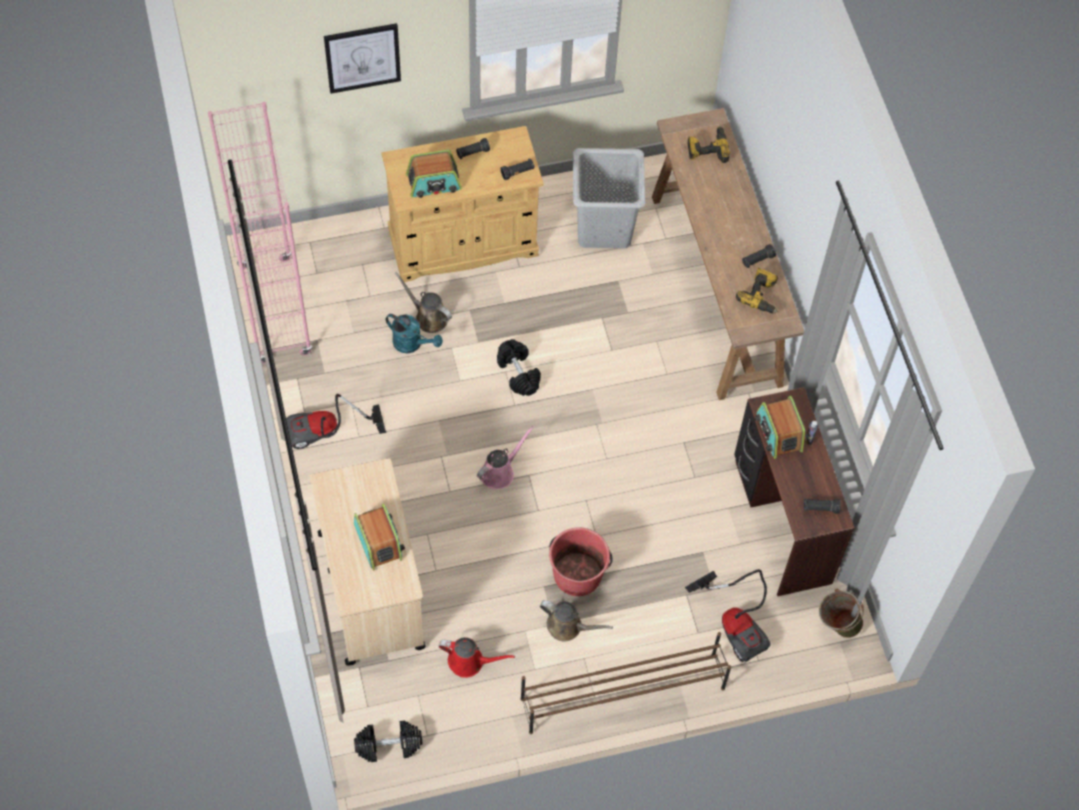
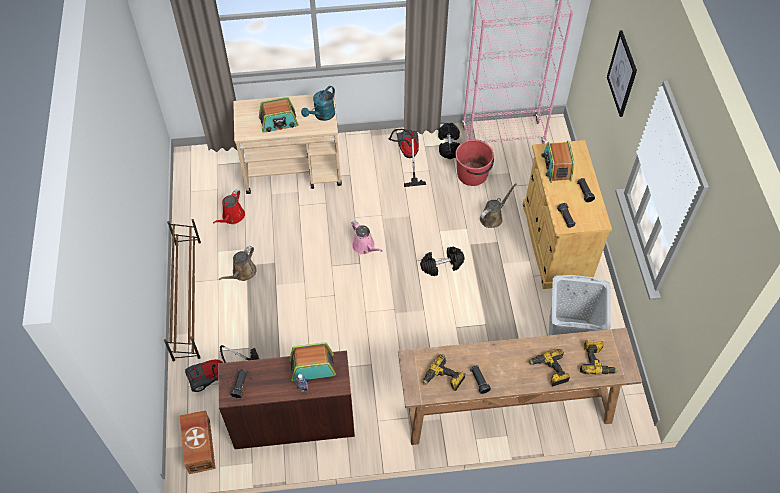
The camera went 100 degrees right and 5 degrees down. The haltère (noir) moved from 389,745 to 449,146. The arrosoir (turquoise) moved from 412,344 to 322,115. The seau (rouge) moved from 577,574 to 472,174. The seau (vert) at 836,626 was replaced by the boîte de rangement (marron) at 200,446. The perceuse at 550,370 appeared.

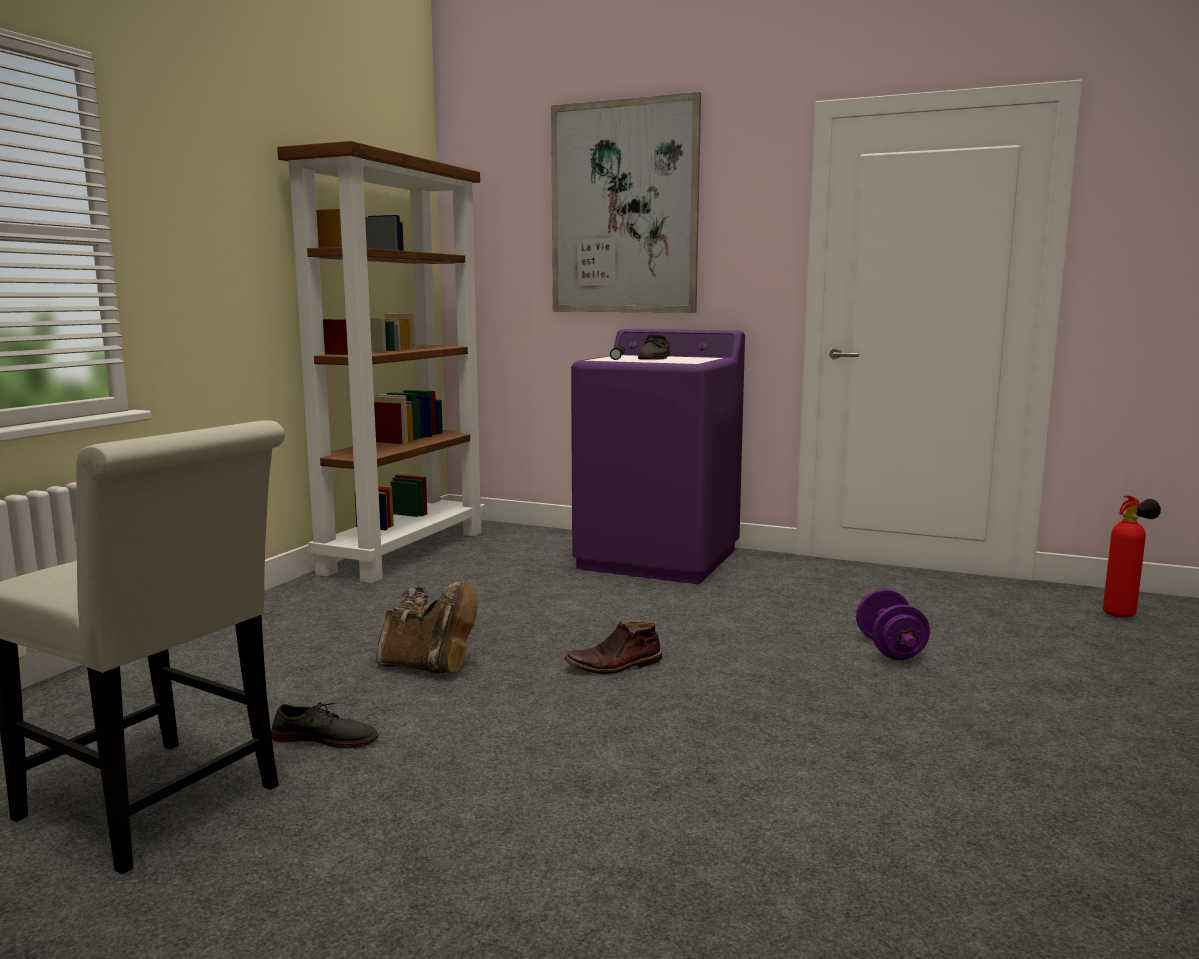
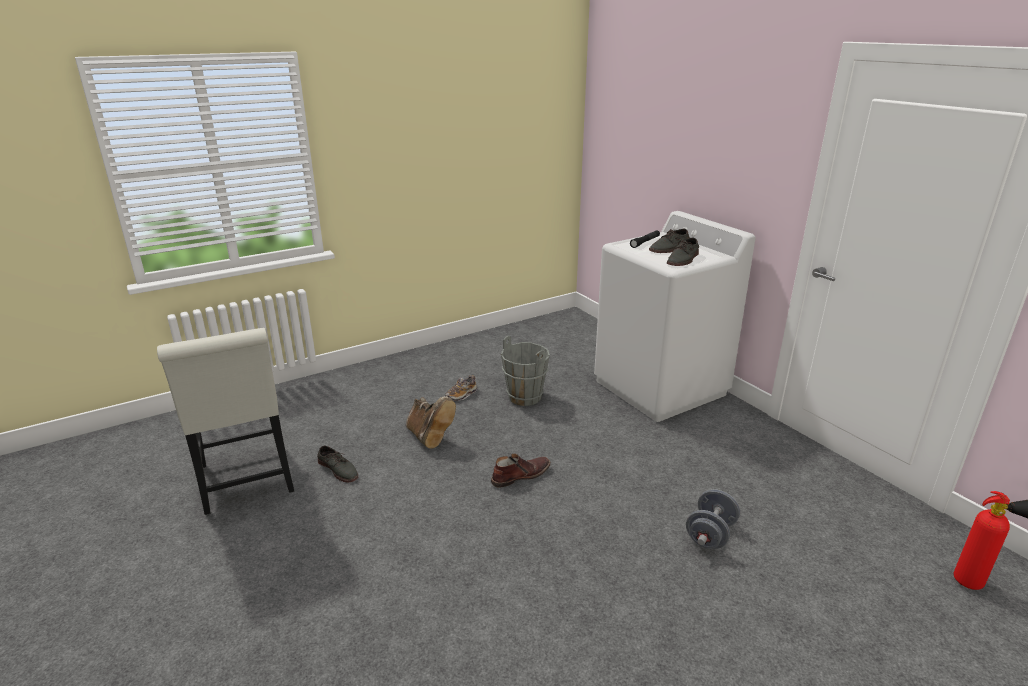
The camera went 35 degrees right and 15 degrees up. The bibliothèque (marron) at 404,551 disappeared. The tableau at 624,208 disappeared. The botte (marron) at 614,666 turned 135 degrees clockwise. The lave-linge (violet) at 659,558 became the lave-linge (blanc) at 660,388. The haltère (violet) at 890,649 became the haltère (gris) at 710,534. The seau (gris) at 525,397 appeared. The chaussure (gris) at 683,259 appeared.

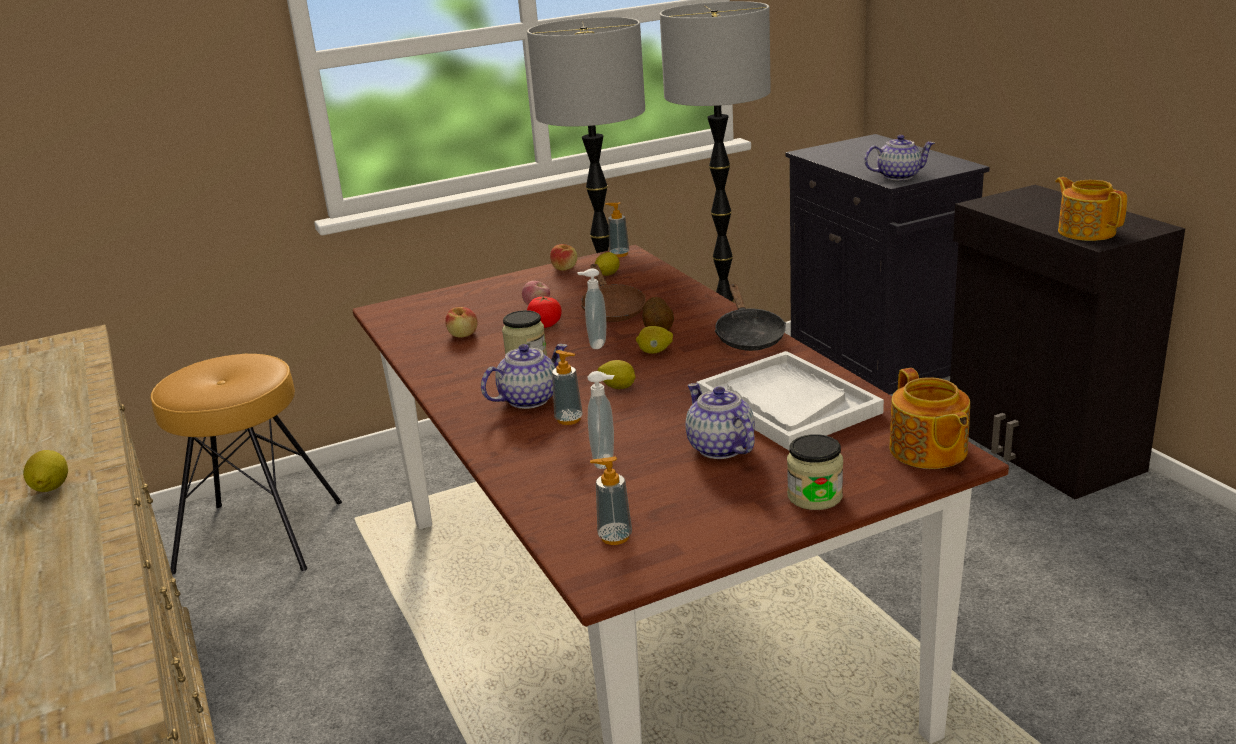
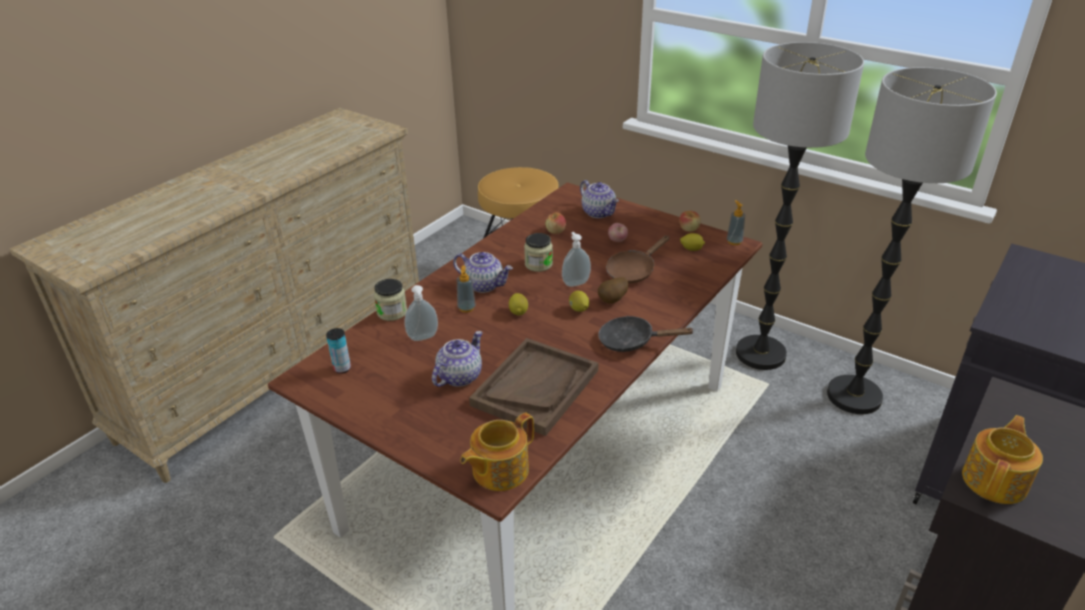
The camera went 60 degrees right and 10 degrees up. The citron at 51,489 disappeared. The tomate at 545,324 disappeared. The distributeur de savon at 615,537 was replaced by the boîte métallique at 342,368. The plateau (blanc) at 786,403 became the plateau (marron) at 535,387. The poêle (noir) at 748,336 turned 45 degrees clockwise. The bocal moved from 814,496 to 392,312. The théière moved from 898,176 to 599,212.

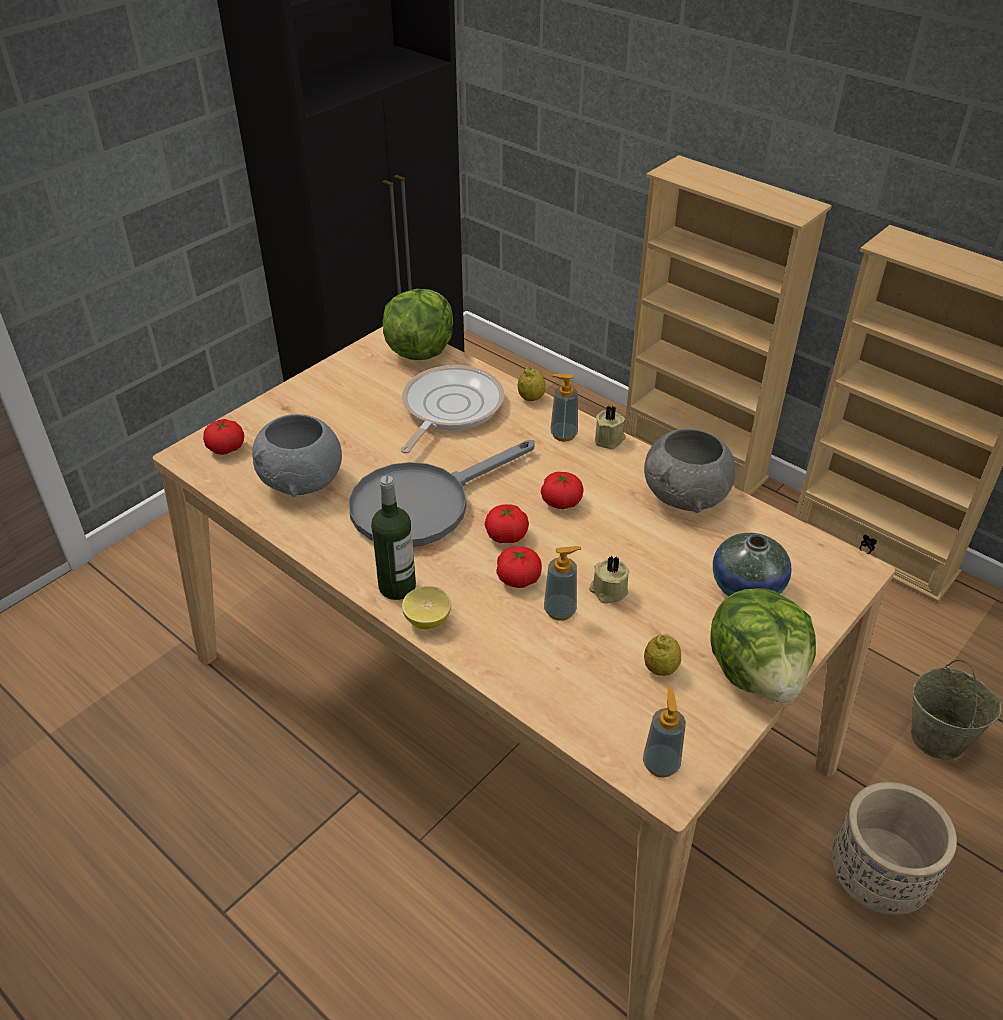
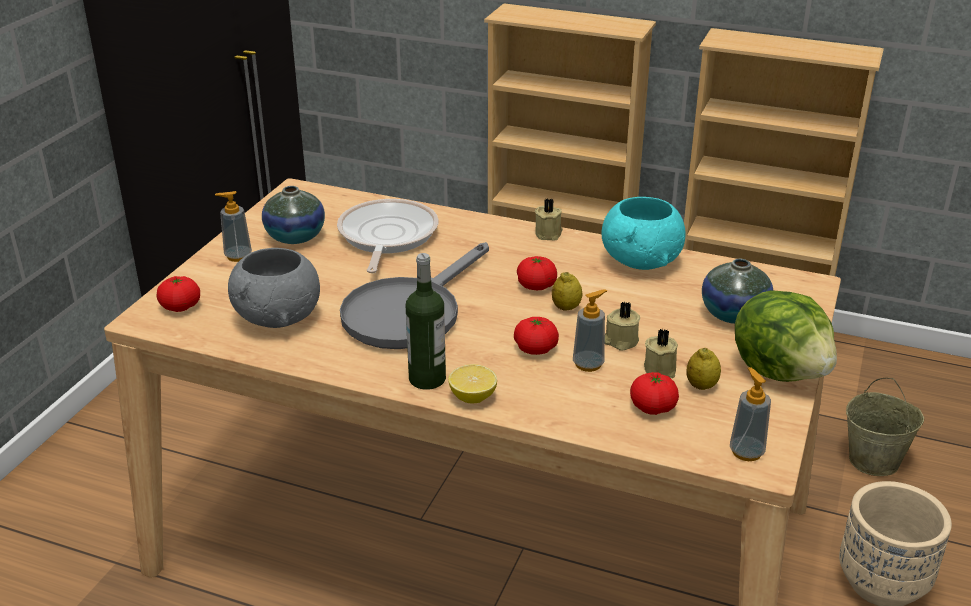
The camera went 20 degrees left and 10 degrees down. The laitue at 420,350 disappeared. The tomate moved from 506,535 to 653,407. The citron moved from 531,398 to 566,308. The distributeur de savon moved from 563,434 to 238,256. The bol (gris) at 685,496 became the bol (turquoise) at 641,261. The vase at 295,237 appeared. The bougie (beige) at 661,369 appeared.

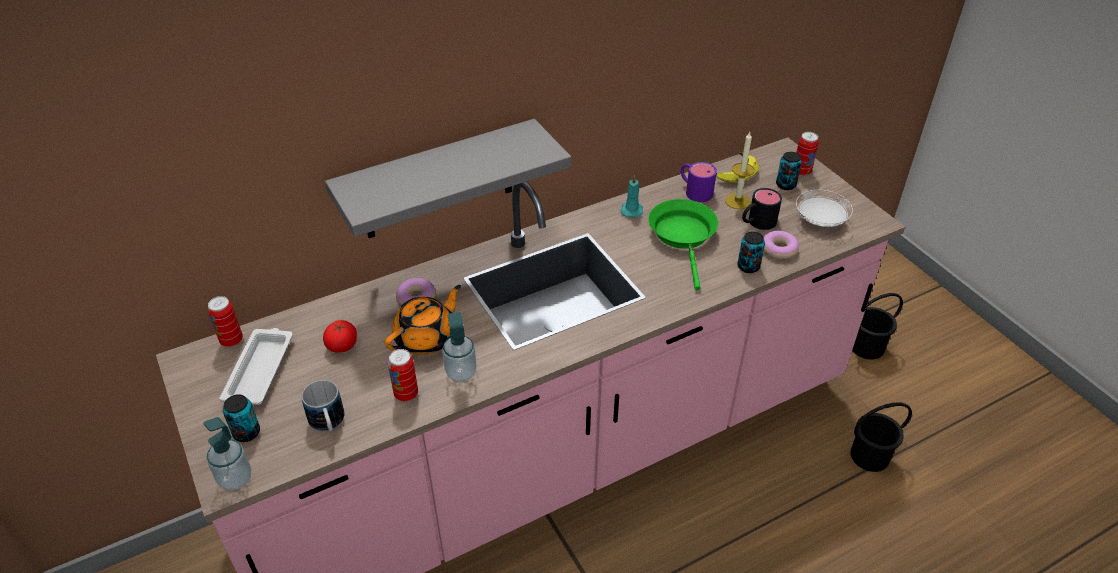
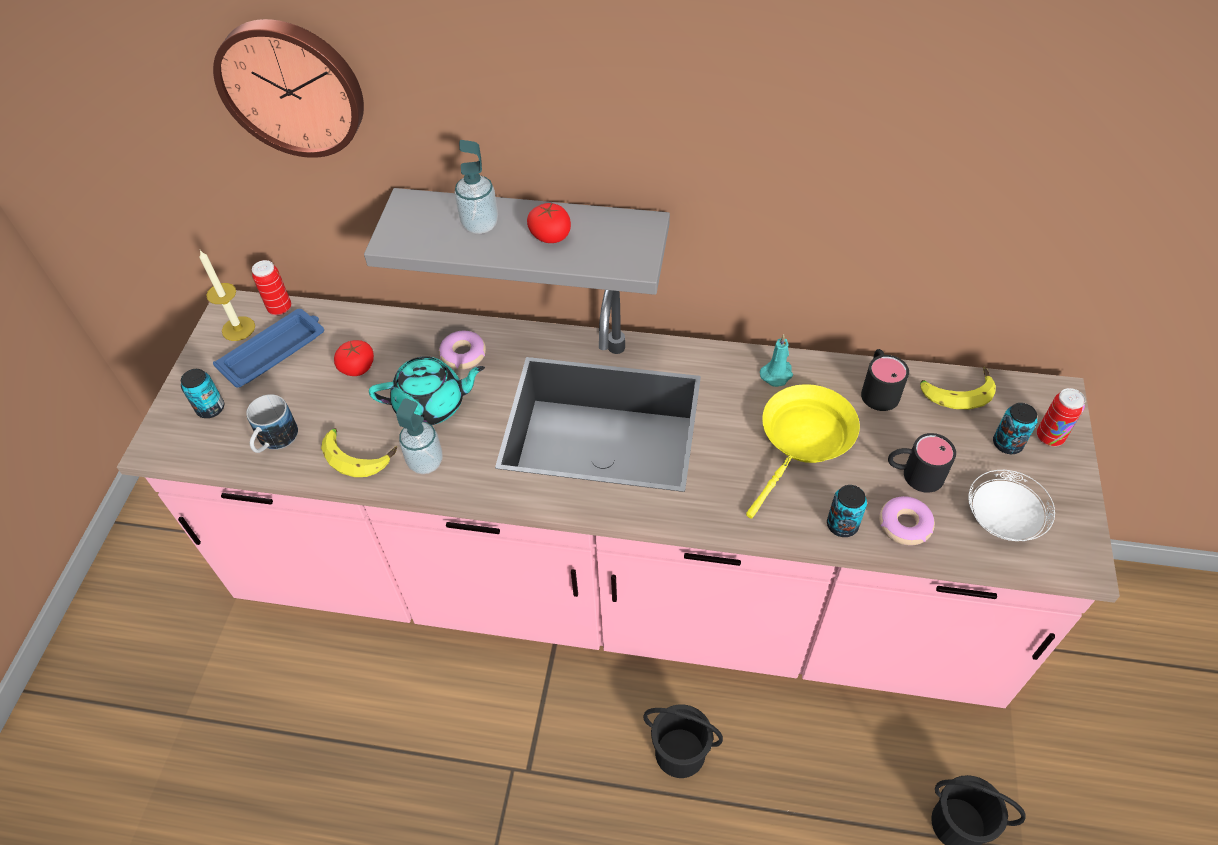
The camera went 40 degrees right and 10 degrees up. The distributeur de savon moved from 235,479 to 480,224. The plateau (blanc) at 260,369 became the plateau (bleu) at 274,351. The théière (orange) at 426,338 became the théière (turquoise) at 431,404. The boîte métallique at 406,394 was replaced by the banane at 360,454. The poêle (vert) at 683,236 became the poêle (jaune) at 804,441. The mug (violet) at 694,190 became the mug (noir) at 878,388. The bougie moved from 737,201 to 238,328. The seau (noir) moved from 866,346 to 680,751. The horloge murale at 292,86 appeared. The tomate at 550,235 appeared.

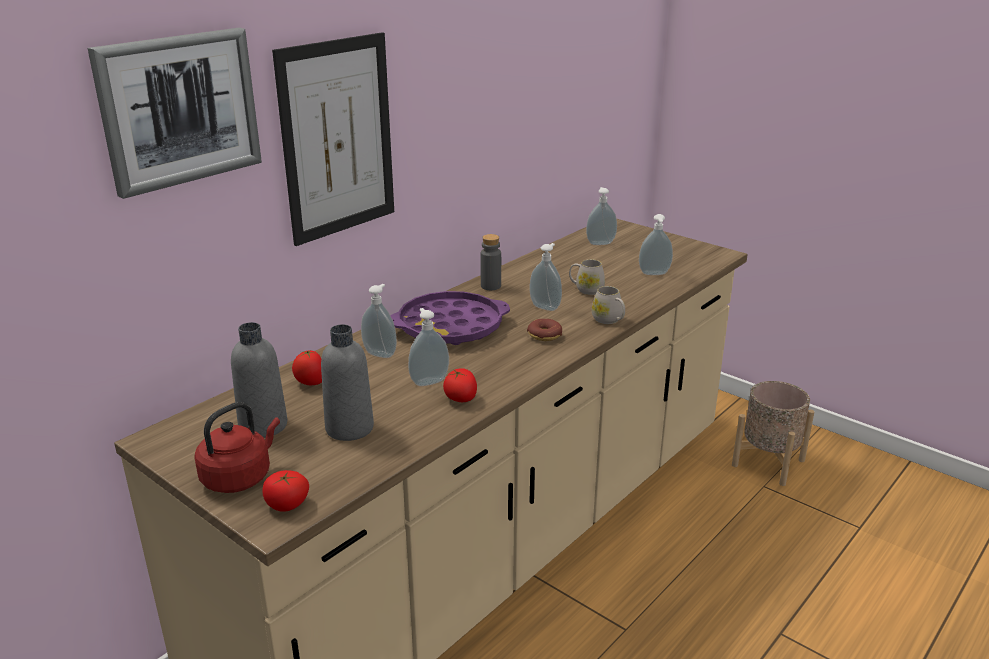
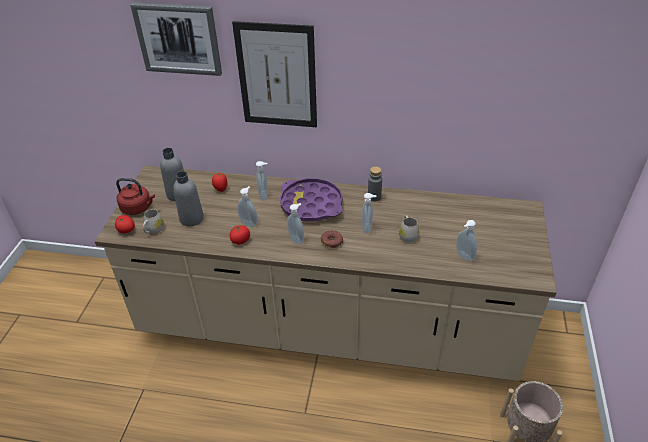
The camera went 60 degrees right and 15 degrees up. The distributeur de savon moved from 600,243 to 297,239. The mug (blanc) moved from 609,320 to 153,230.

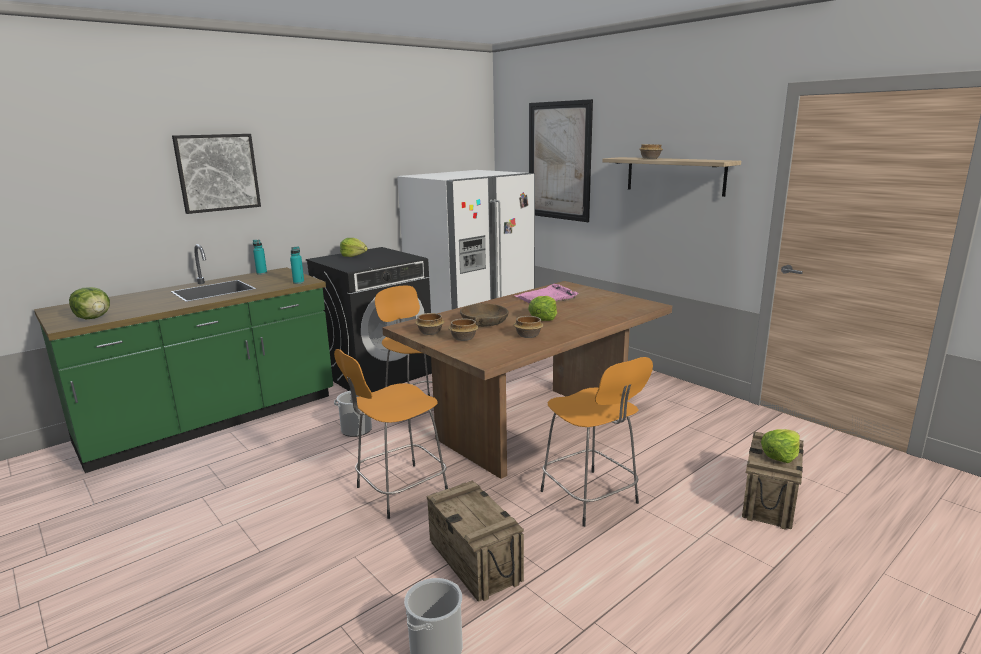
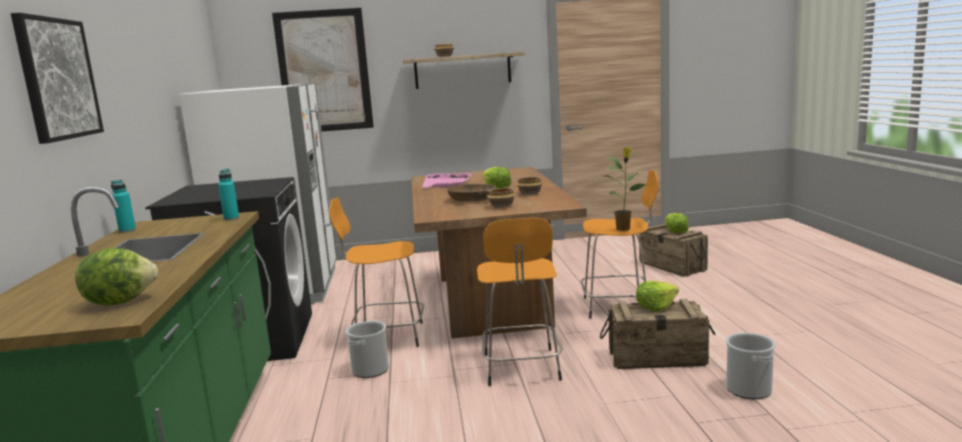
The camera went 55 degrees left and 5 degrees down. The laitue moved from 354,256 to 656,307. The bol at 430,332 disappeared. The plante en pot at 624,229 appeared.

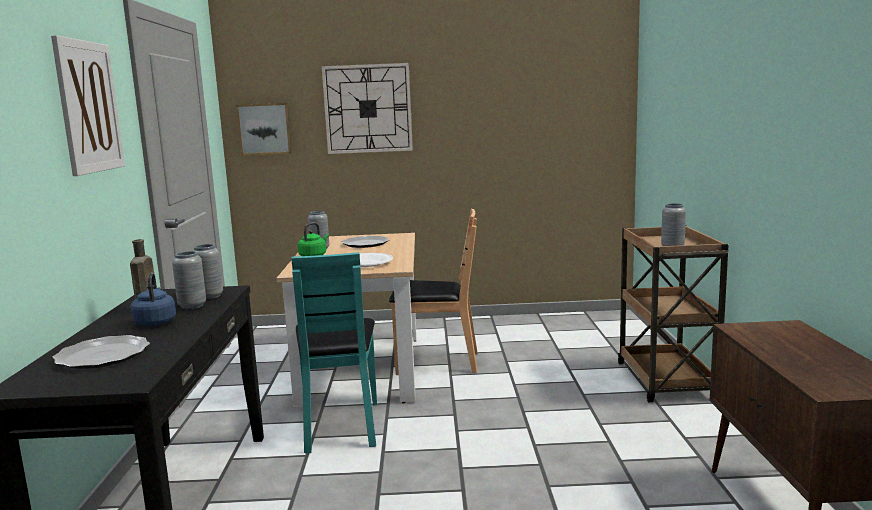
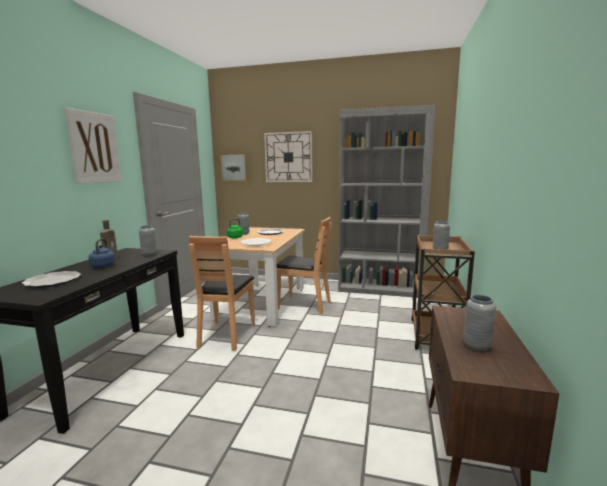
The camera went 15 degrees right and 0 degrees up. The vase (gris) moved from 192,306 to 476,346. The chaise (turquoise) at 341,426 became the chaise (marron) at 226,335. The bibliothèque (gris) at 380,289 appeared.

